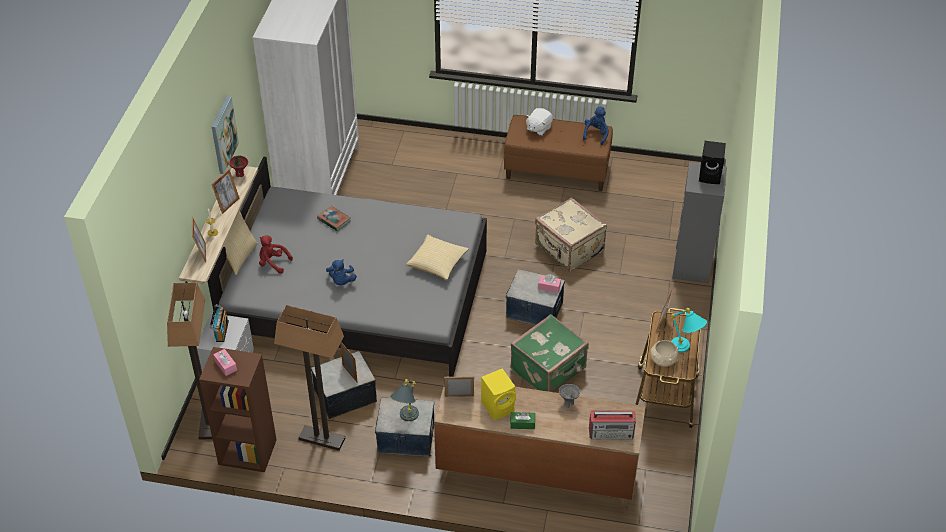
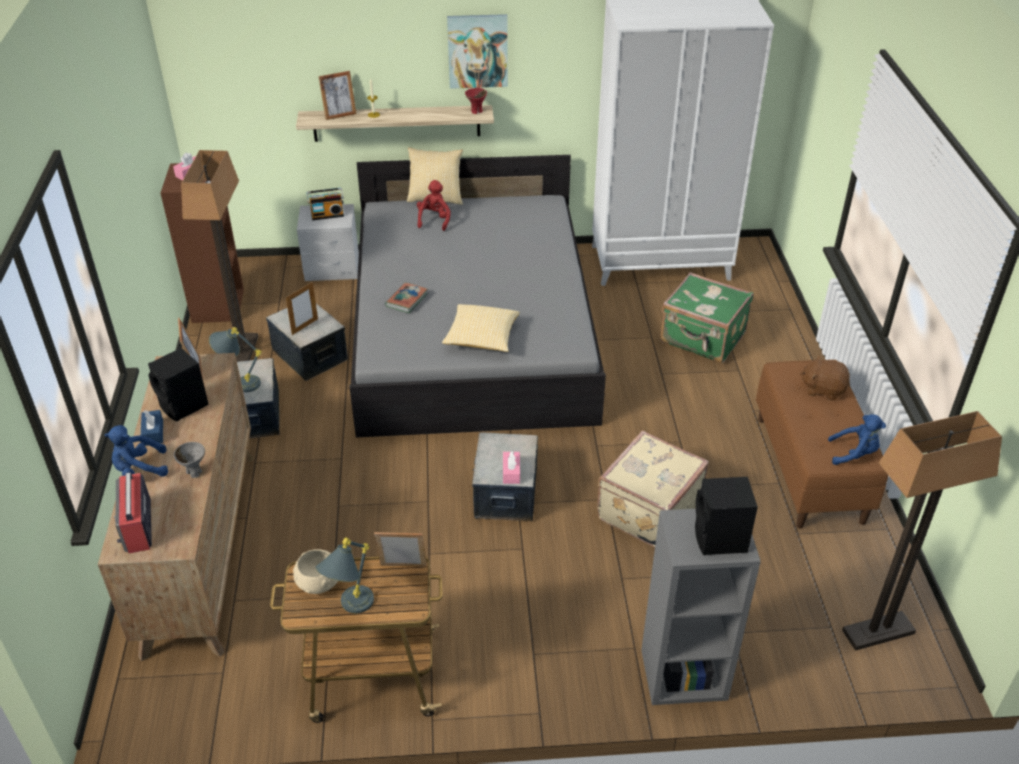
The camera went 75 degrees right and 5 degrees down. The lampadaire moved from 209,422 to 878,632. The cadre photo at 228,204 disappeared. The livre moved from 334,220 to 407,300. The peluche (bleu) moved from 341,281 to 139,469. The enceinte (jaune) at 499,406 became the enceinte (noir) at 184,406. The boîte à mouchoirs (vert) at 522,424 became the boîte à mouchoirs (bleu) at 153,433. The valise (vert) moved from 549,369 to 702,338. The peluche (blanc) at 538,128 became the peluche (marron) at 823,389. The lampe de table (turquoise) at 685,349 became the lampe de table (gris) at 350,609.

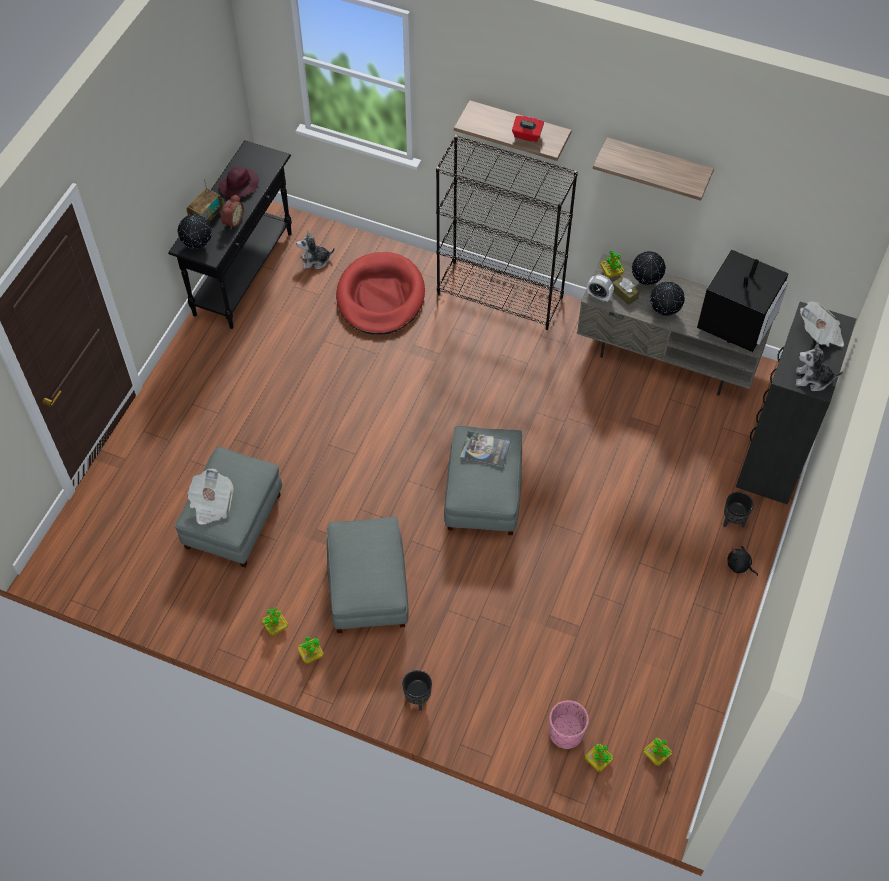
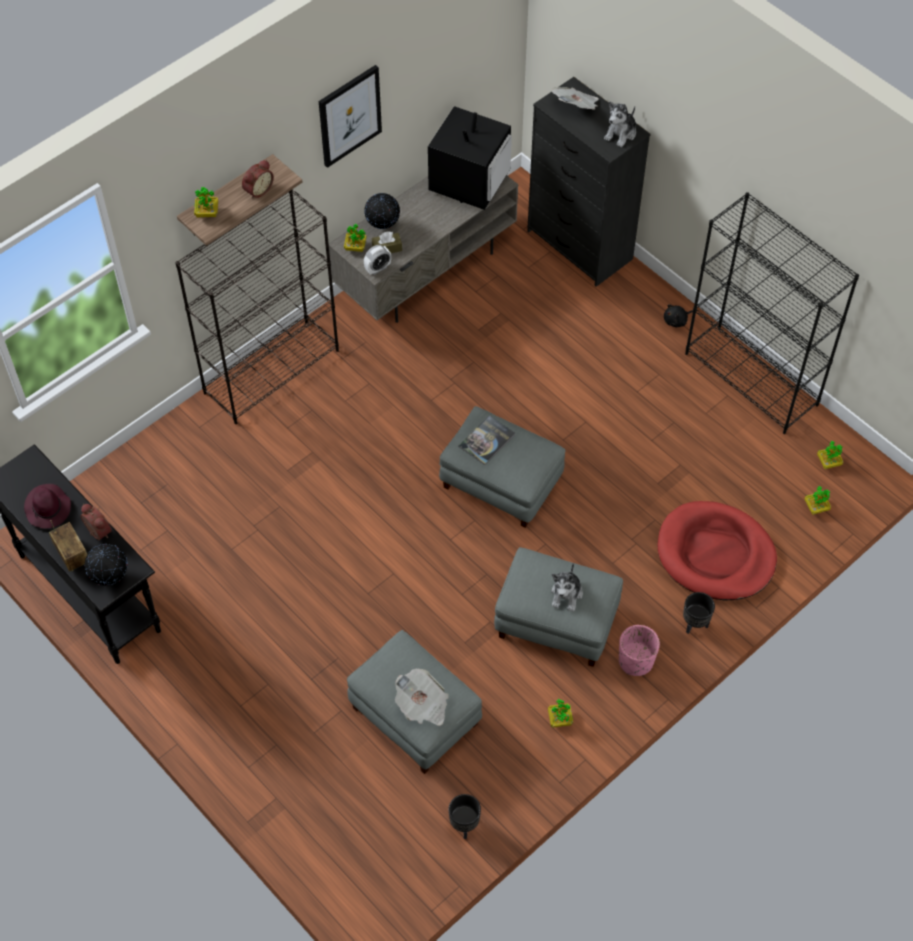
The camera went 65 degrees left and 0 degrees up. The peluche moved from 315,260 to 566,594. The plante en pot moved from 311,654 to 207,213. The panier pour chien (rouge) moved from 380,297 to 715,554. The boîte à mouchoirs (rouge) at 527,135 was replaced by the réveil at 257,190. The cache-pot (rose) moved from 565,733 to 635,661. The étagère at 657,165 was replaced by the tableau at 349,115. The globe at 664,312 disappeared. The téléviseur at 736,322 turned 60 degrees clockwise. The cache-pot (noir) moved from 733,521 to 465,825. The bibliothèque (noir) at 752,379 appeared.

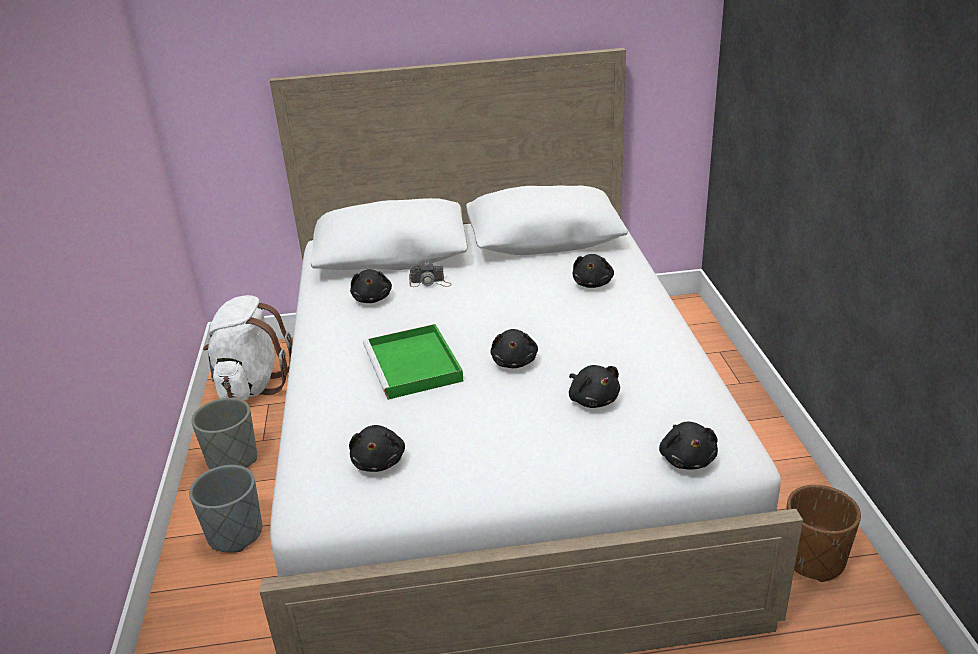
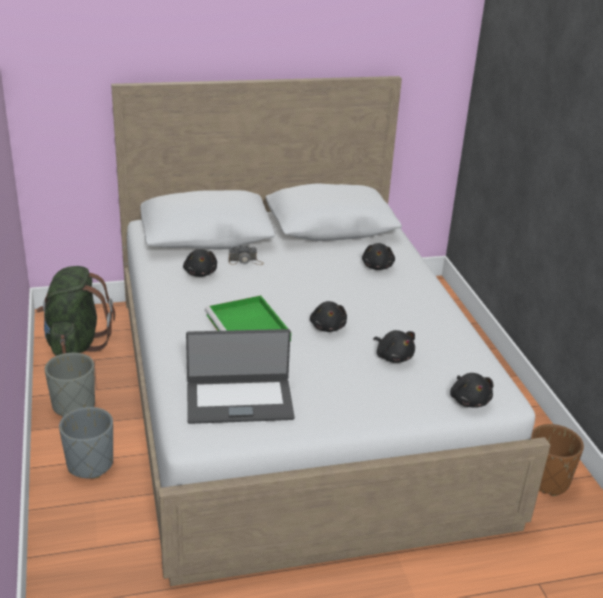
The camera went 10 degrees left and 0 degrees up. The sac à dos (blanc) at 252,384 became the sac à dos (vert) at 76,343. The peluche (noir) at 379,461 was replaced by the ordinateur portable at 239,400.

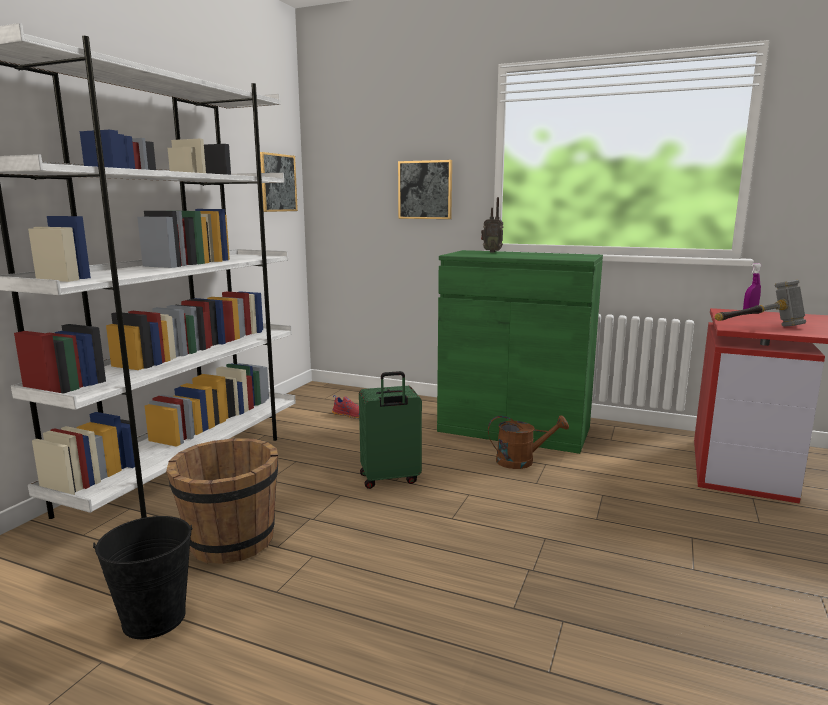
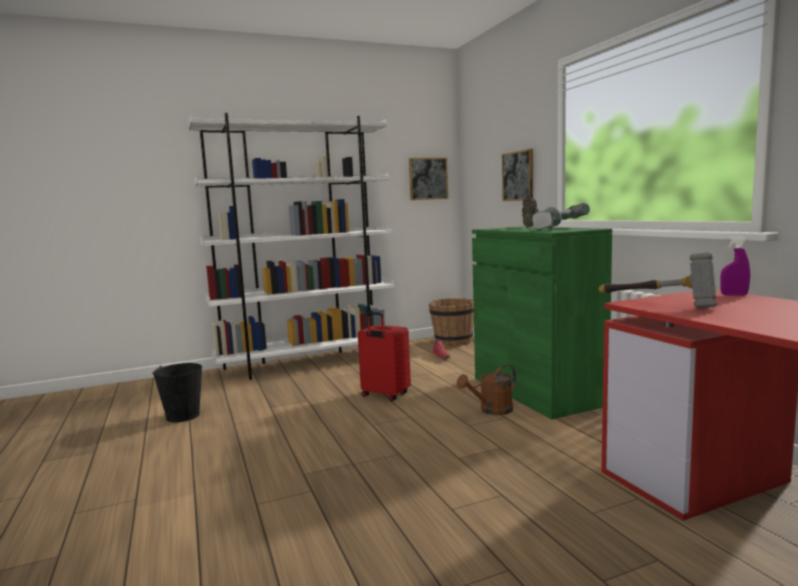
The camera went 45 degrees right and 5 degrees down. The seau (marron) moved from 230,542 to 453,342. The valise (vert) at 389,479 became the valise (rouge) at 384,395. The arrosoir (marron) at 522,461 turned 105 degrees clockwise. The perceuse at 557,228 appeared.

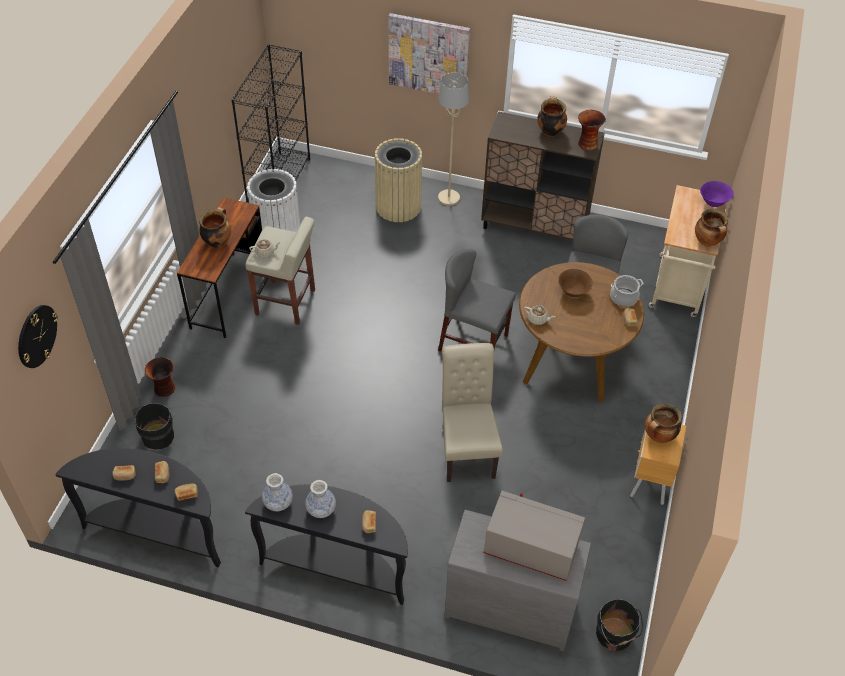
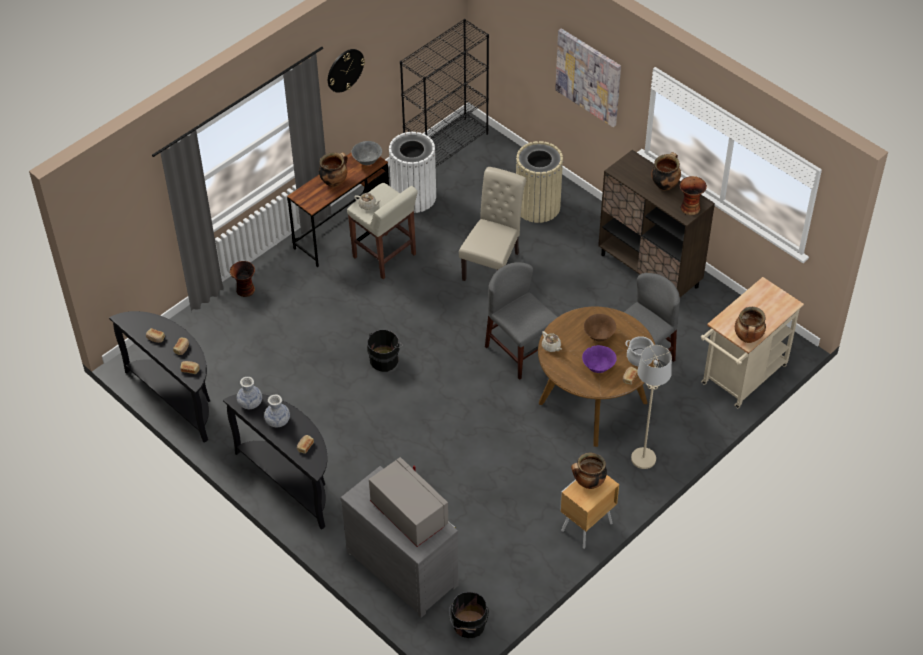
The camera went 30 degrees right and 0 degrees up. The horloge murale moved from 36,336 to 345,70. The seau (noir) moved from 158,435 to 385,359. The lampadaire (beige) moved from 449,198 to 643,458. The chaise (beige) moved from 466,448 to 493,263. The bol (violet) moved from 713,203 to 598,367. The bol (gris) at 367,161 appeared.

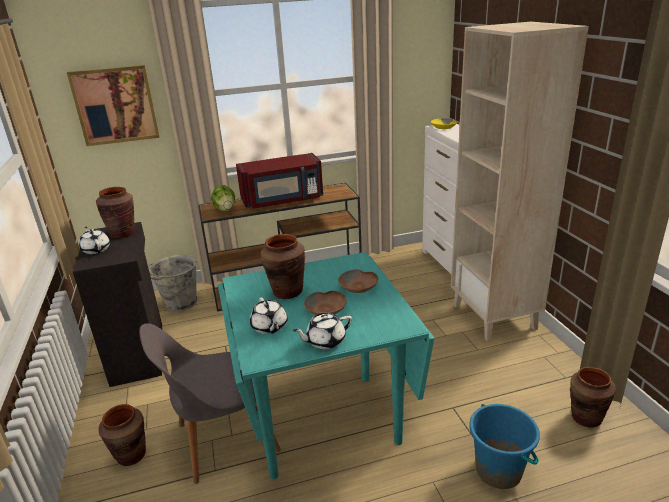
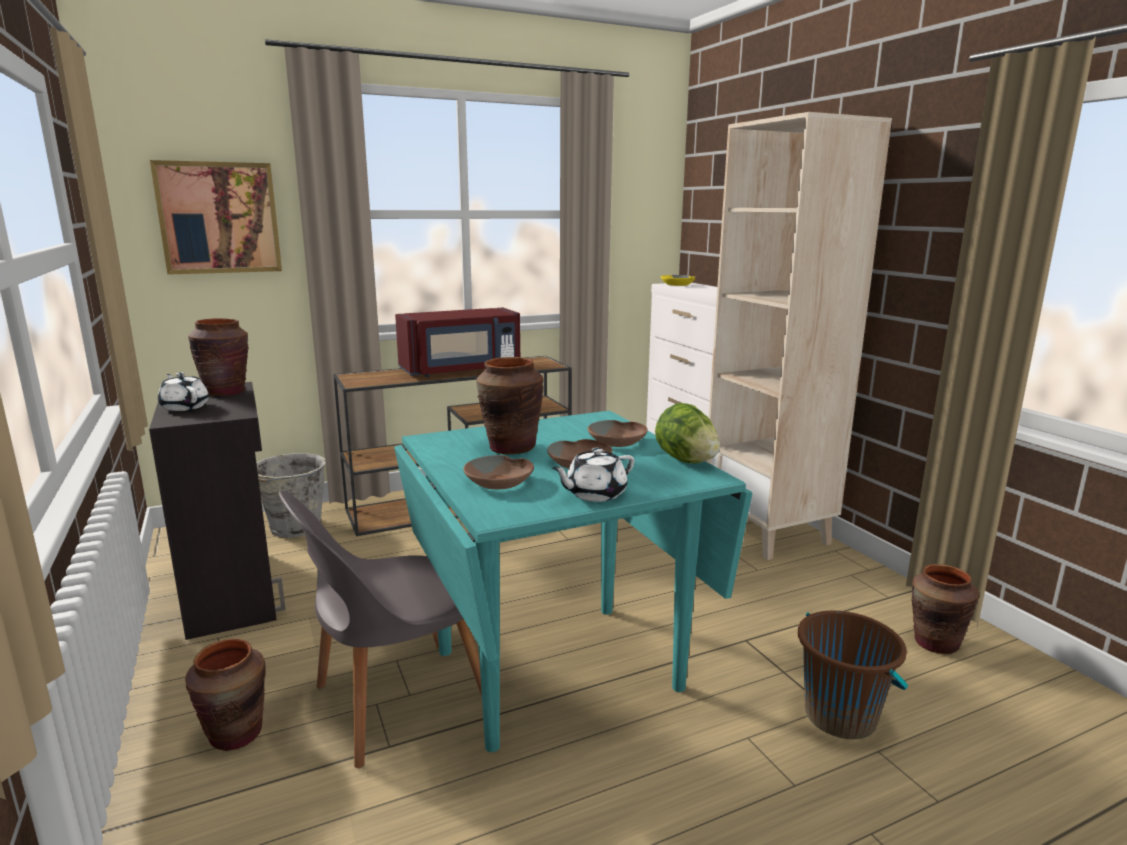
The camera went 10 degrees left and 10 degrees down. The laitue moved from 225,210 to 686,460. The théière (blanc) at 269,327 was replaced by the bol (marron) at 500,482. The seau (bleu) at 499,471 became the seau (marron) at 840,716.

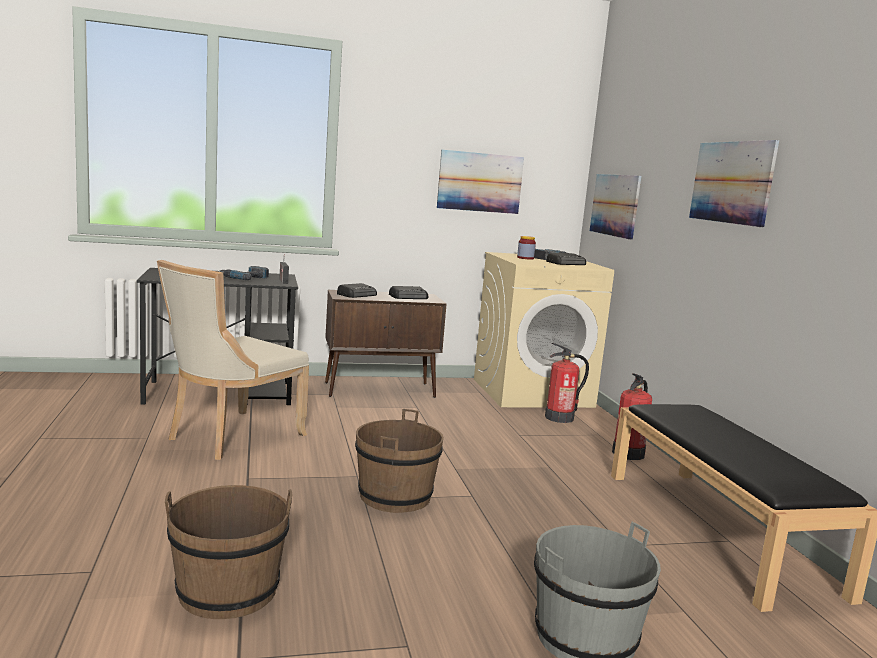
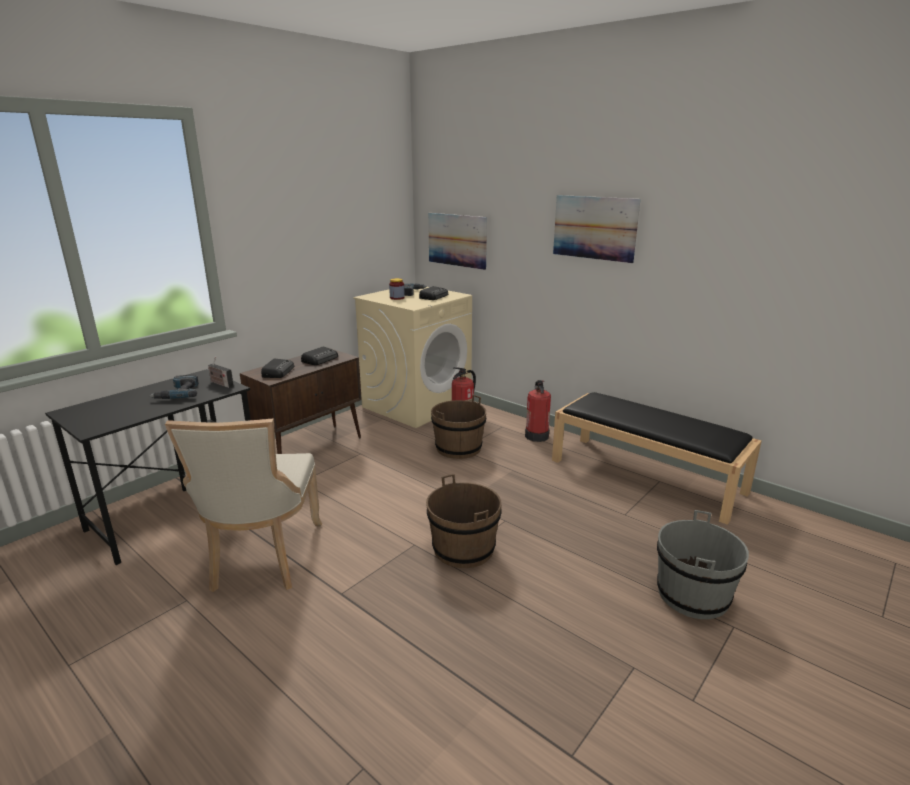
The camera went 35 degrees left and 10 degrees up. The seau (marron) moved from 228,591 to 458,448. The tableau at 480,182 disappeared.

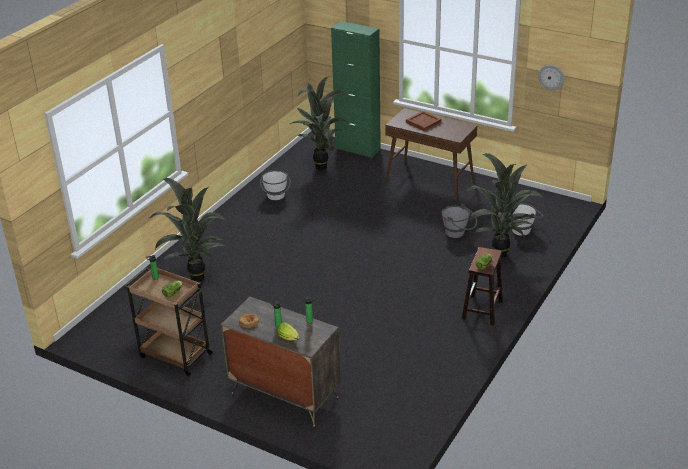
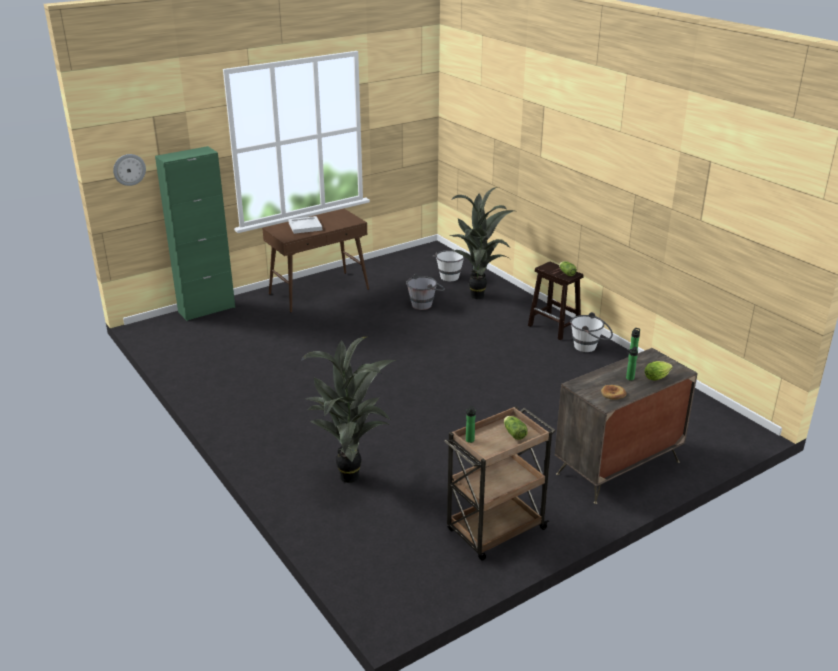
The camera went 65 degrees left and 5 degrees down. The seau (blanc) moved from 276,197 to 589,347. The plante en pot at 323,168 disappeared. The plateau (marron) at 422,122 became the plateau (blanc) at 305,226. The horloge murale moved from 551,77 to 129,169.

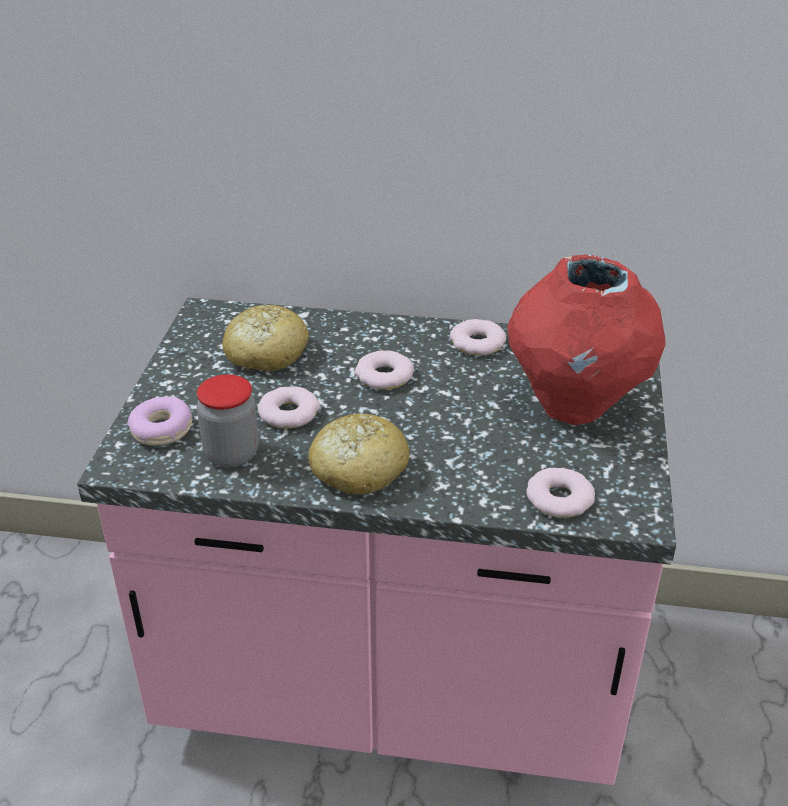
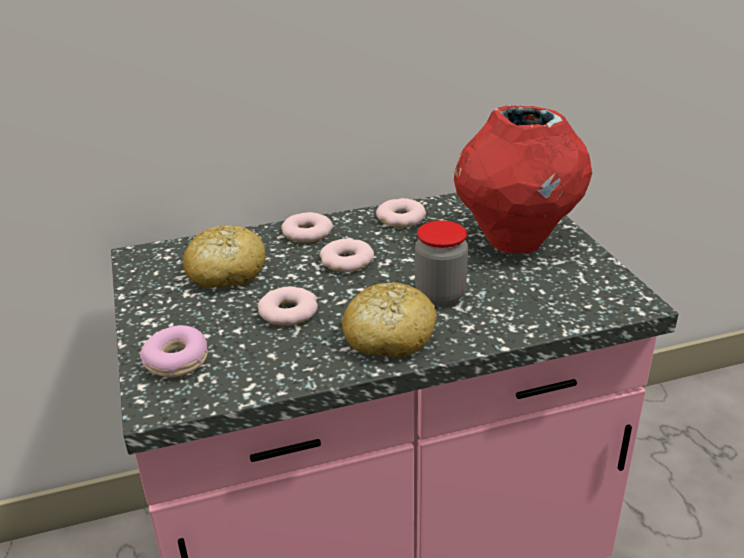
The camera went 25 degrees left and 5 degrees down. The bocal moved from 231,454 to 440,295. The beignet moved from 559,498 to 307,233.

